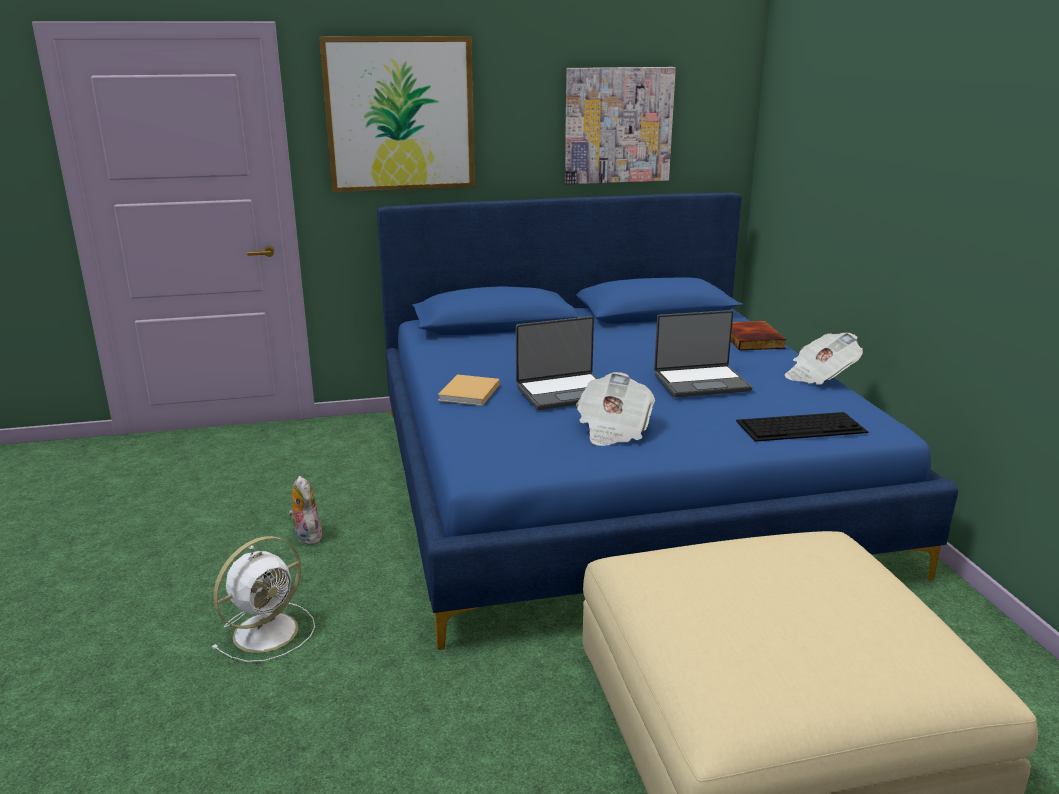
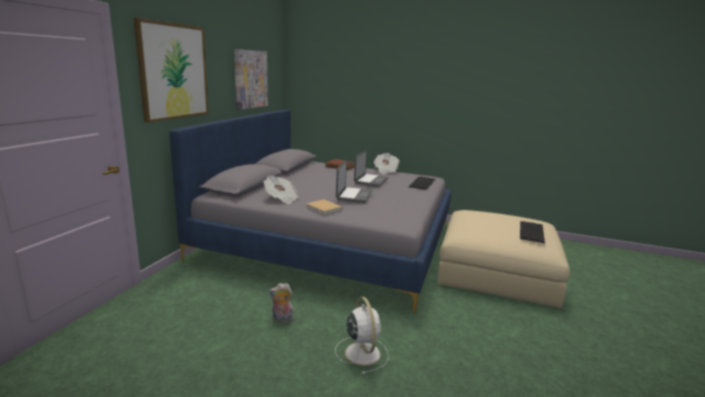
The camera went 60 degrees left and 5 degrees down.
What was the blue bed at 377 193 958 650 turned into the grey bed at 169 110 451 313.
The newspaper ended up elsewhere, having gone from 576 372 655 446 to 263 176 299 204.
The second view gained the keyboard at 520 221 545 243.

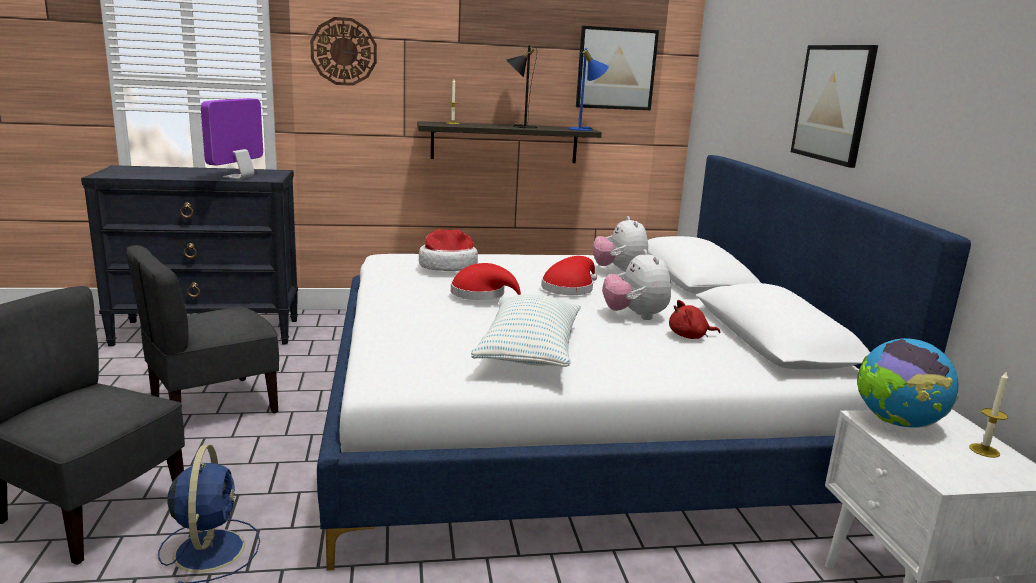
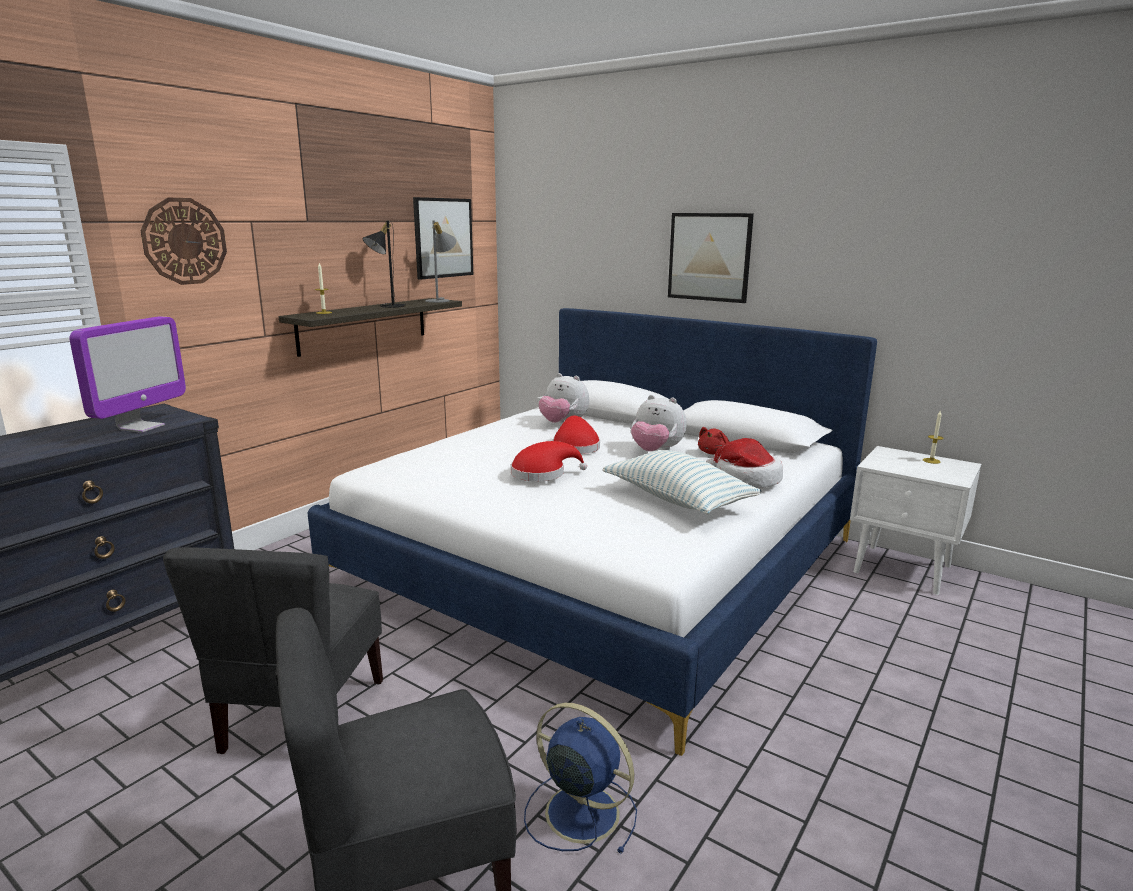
The camera went 45 degrees left and 0 degrees up.
What was the blue table lamp at 568 48 609 131 turned into the grey table lamp at 425 221 457 303.
The monitor at 201 98 263 179 ended up facing another way, 135 degrees counterclockwise from before.
The hat ended up elsewhere, having gone from 419 229 478 271 to 706 438 783 488.
The second view lost the globe at 857 338 959 428.

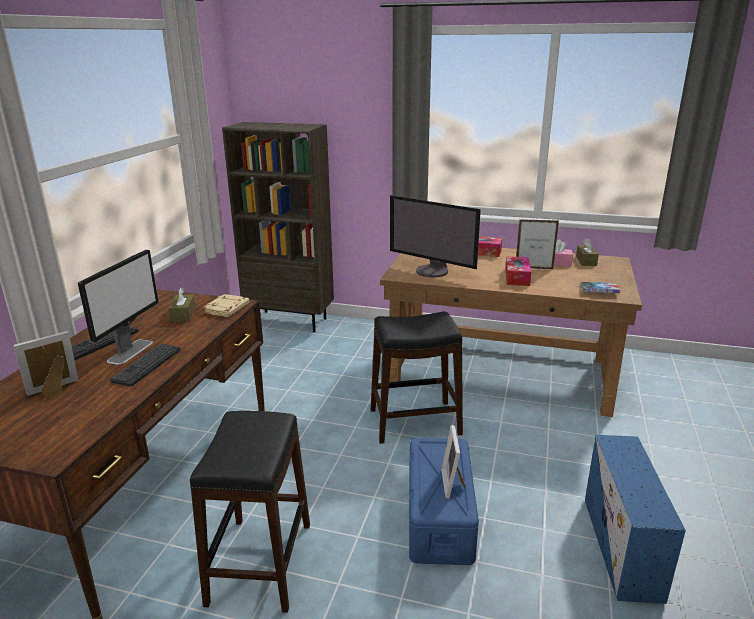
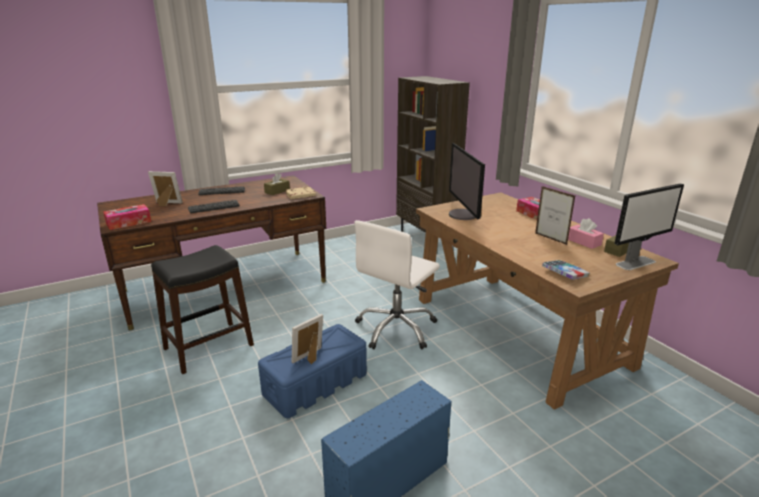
The camera went 45 degrees right and 0 degrees up.
The monitor ended up elsewhere, having gone from 78 250 159 365 to 614 183 684 270.
The tissue box ended up elsewhere, having gone from 505 256 531 286 to 103 204 151 230.
Where the black stool stood at 371 311 463 444, the white office chair came to stand at 354 220 440 349.

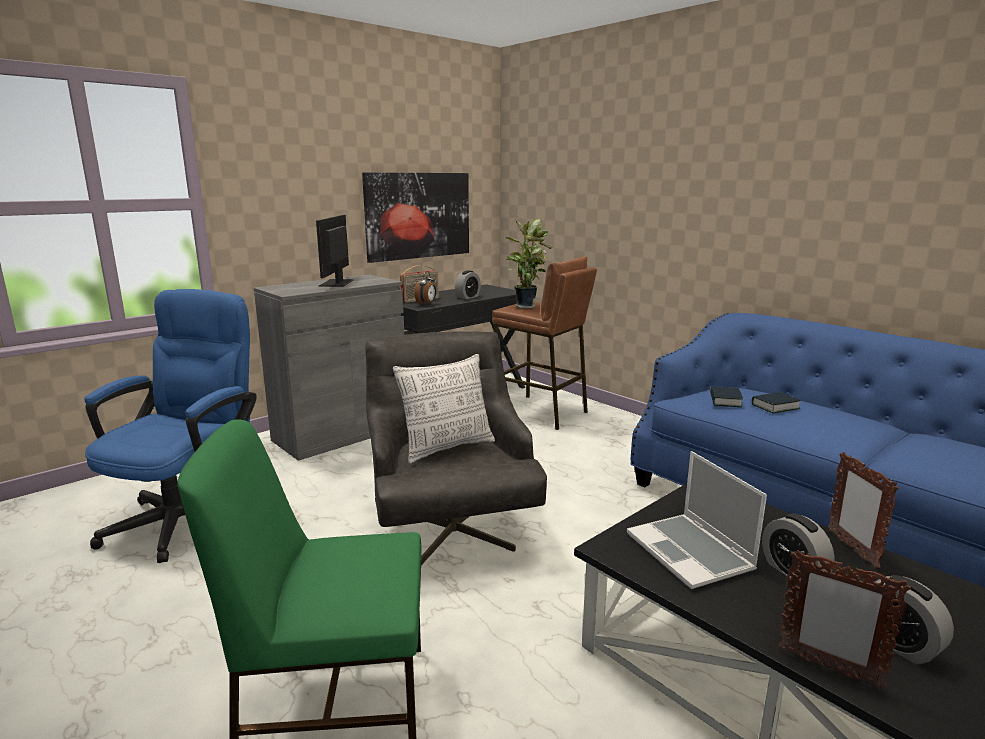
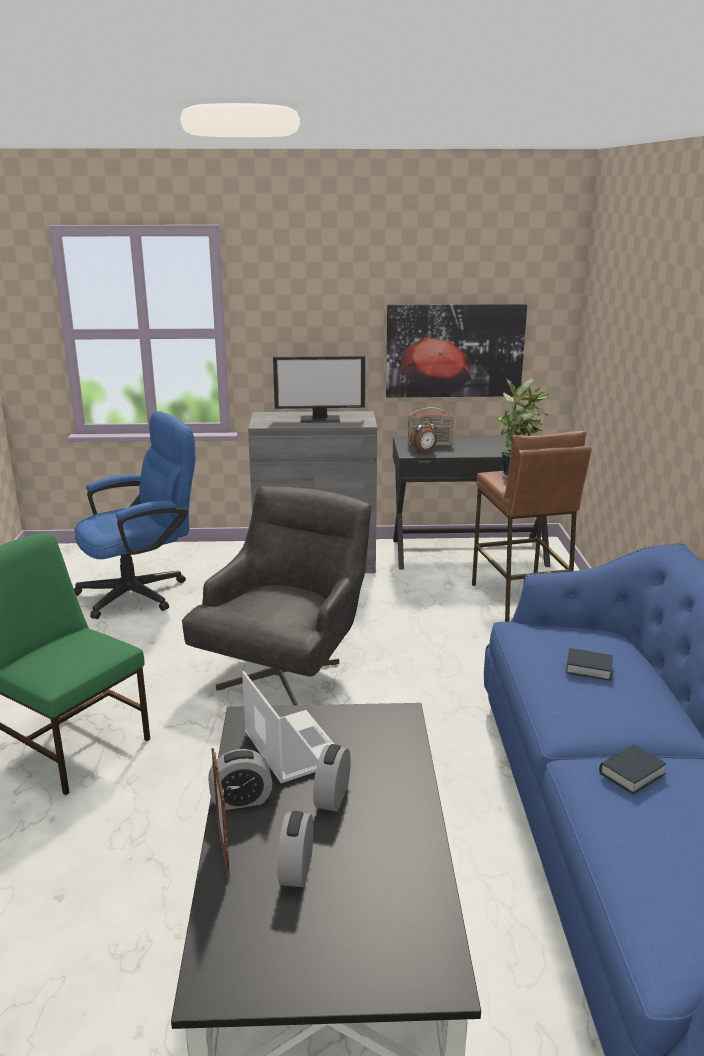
The camera went 40 degrees right and 5 degrees up.
The monitor at 316 215 354 287 ended up facing another way, 135 degrees counterclockwise from before.
The alarm clock ended up elsewhere, having gone from 455 270 481 299 to 208 749 273 810.
The second view lost the pillow at 393 354 495 463.
The book ended up elsewhere, having gone from 710 386 743 407 to 599 744 666 794.
The laptop at 627 451 767 589 ended up facing another way, 135 degrees clockwise from before.
The second view lost the picture frame at 828 452 899 569.

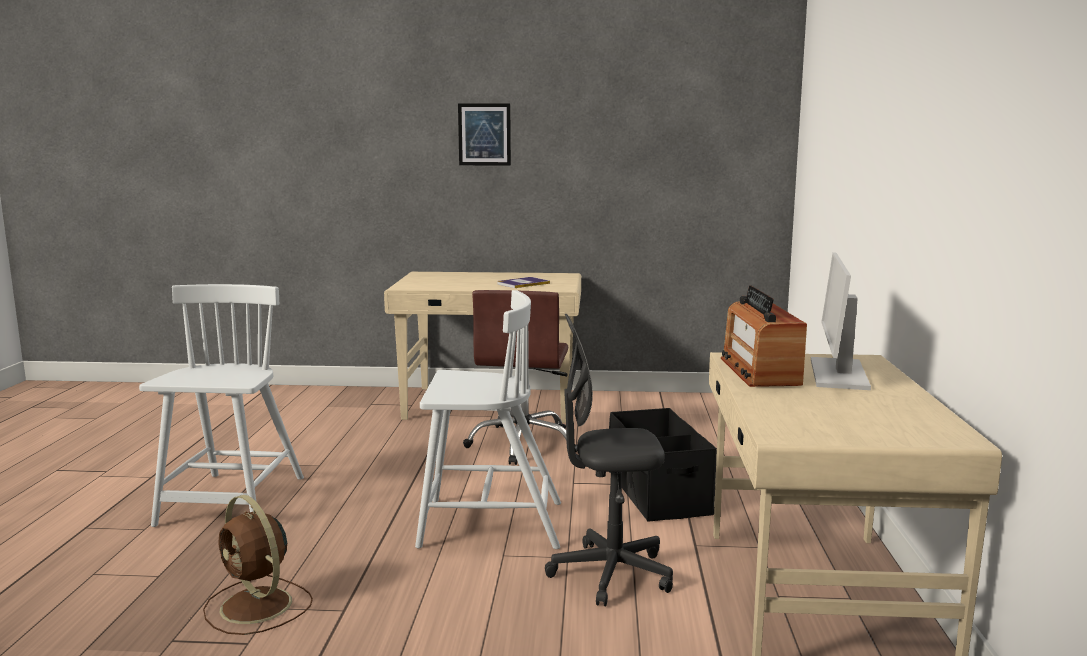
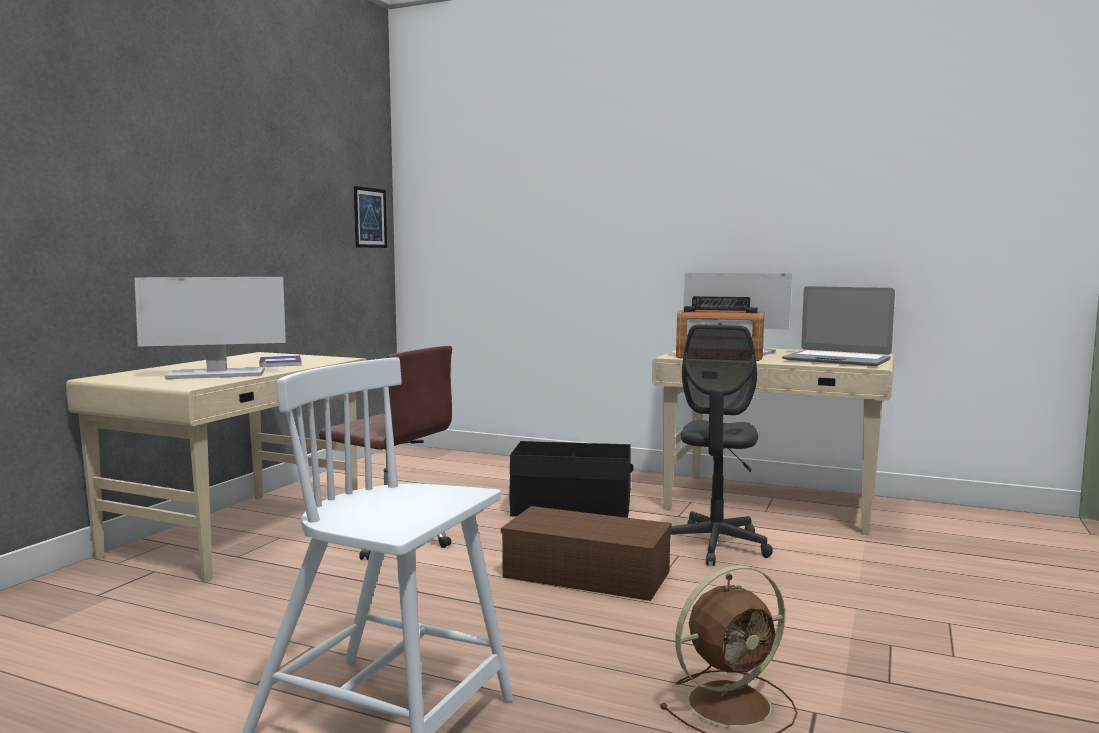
The camera went 70 degrees left and 5 degrees down.
The picture ended up elsewhere, having gone from 458 103 511 165 to 354 186 387 248.
Where the white chair stood at 415 290 561 549, the brown storage box came to stand at 501 506 672 601.
The second view gained the monitor at 134 277 286 379.
The second view gained the laptop at 782 286 895 366.

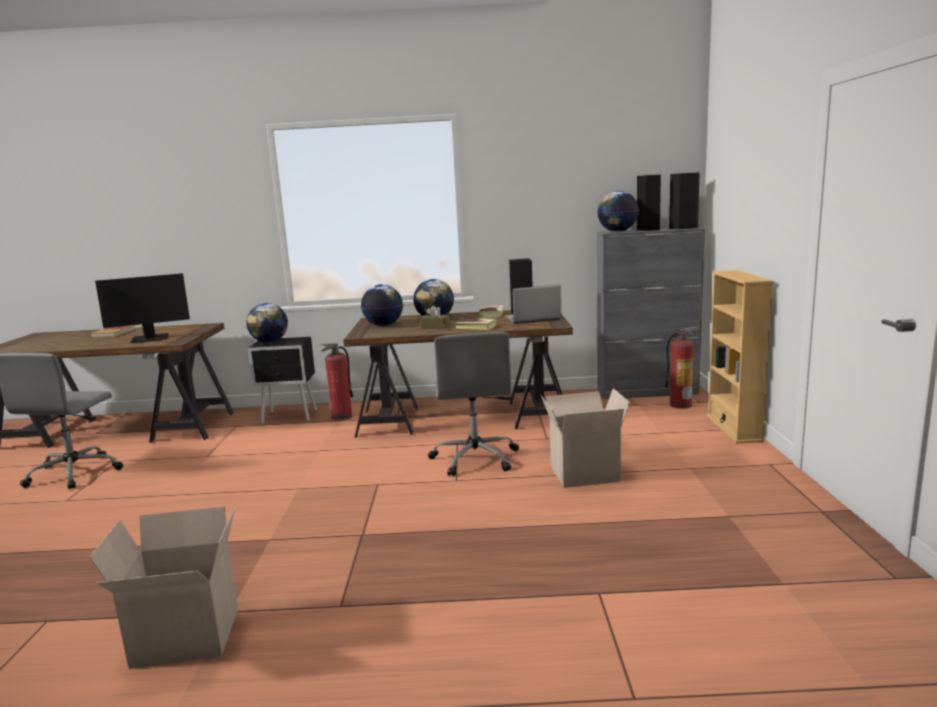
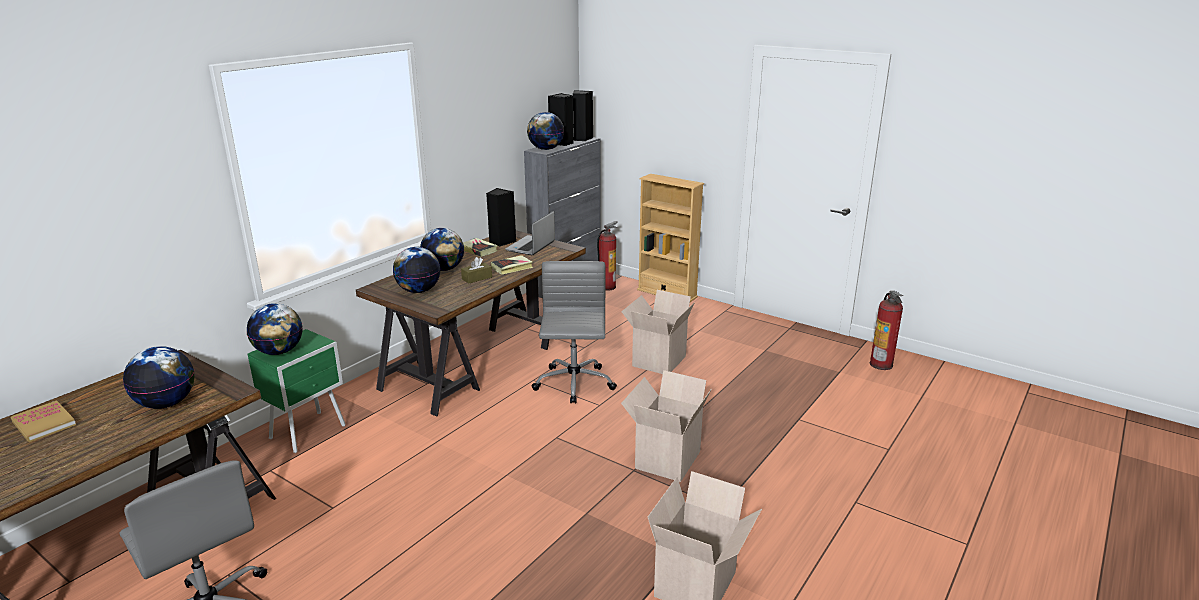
The camera went 55 degrees left and 10 degrees up.
Where the monitor stood at 95 273 190 343, the globe came to stand at 123 346 195 409.
The grey office chair at 428 332 519 476 ended up facing another way, 120 degrees counterclockwise from before.
What was the black nightstand at 248 337 317 424 turned into the green nightstand at 247 329 345 453.
The fire extinguisher ended up elsewhere, having gone from 321 343 354 421 to 870 291 903 370.
The second view gained the cardboard box at 621 370 712 482.

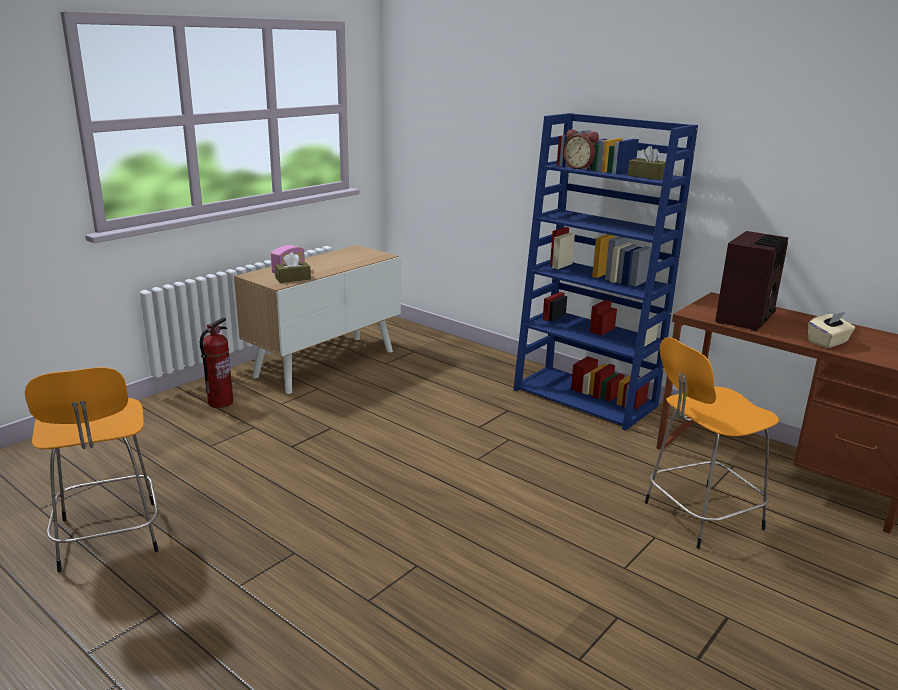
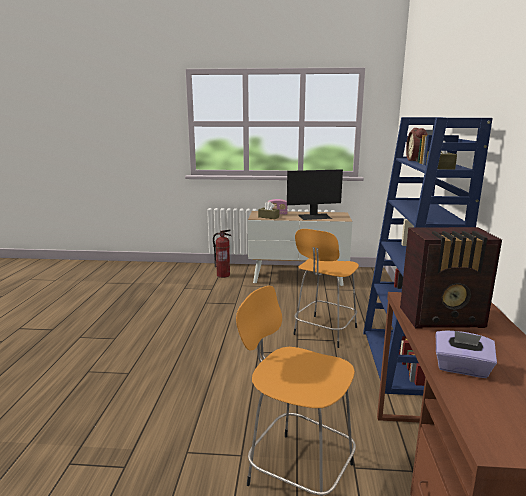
The camera went 55 degrees right and 5 degrees down.
What was the beige tissue box at 808 312 855 348 turned into the purple tissue box at 436 330 497 378.
The orange stool ended up elsewhere, having gone from 25 367 159 572 to 293 229 359 348.
The second view gained the monitor at 287 169 343 220.

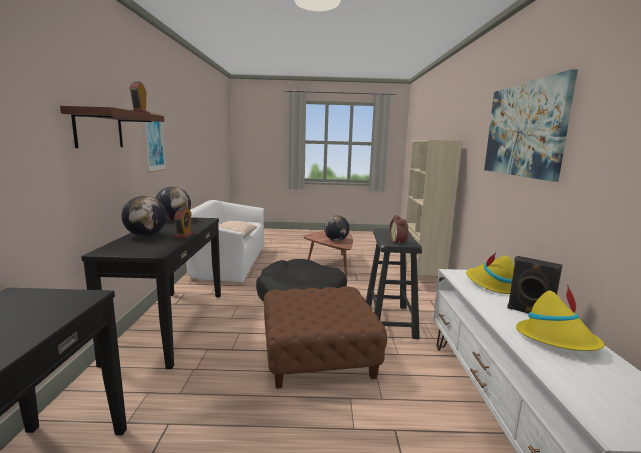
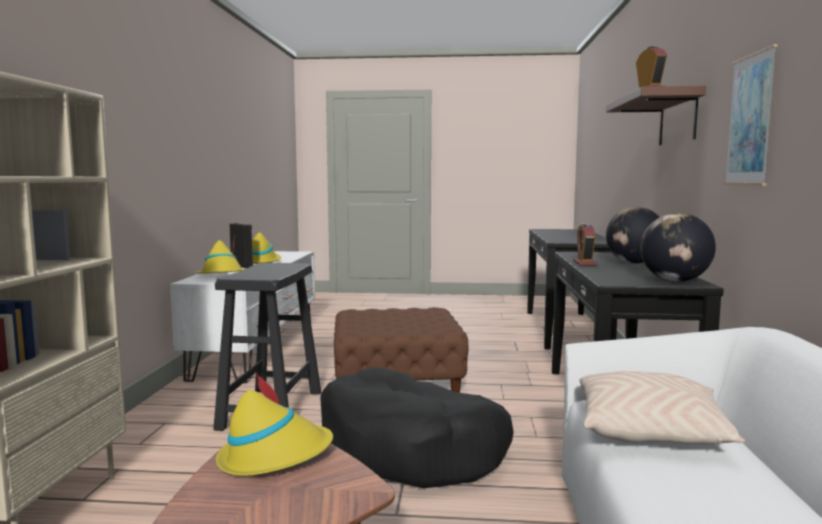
The camera went 175 degrees left and 5 degrees down.
The second view lost the picture at 484 69 578 182.
Where the globe stood at 324 215 350 241, the yellow hat came to stand at 216 372 333 476.
The second view lost the alarm clock at 389 215 408 245.

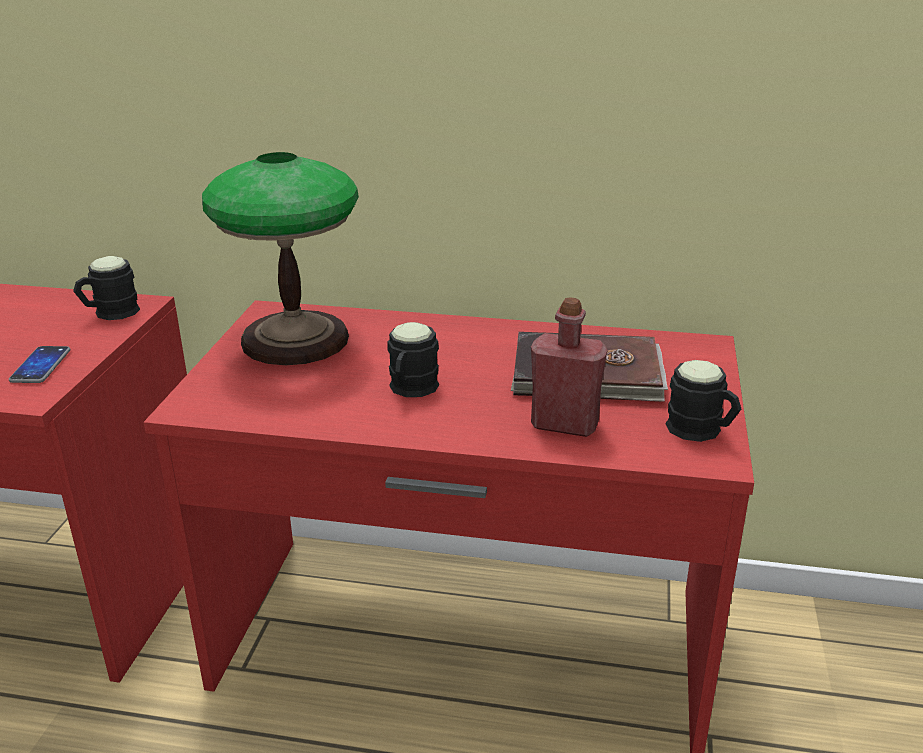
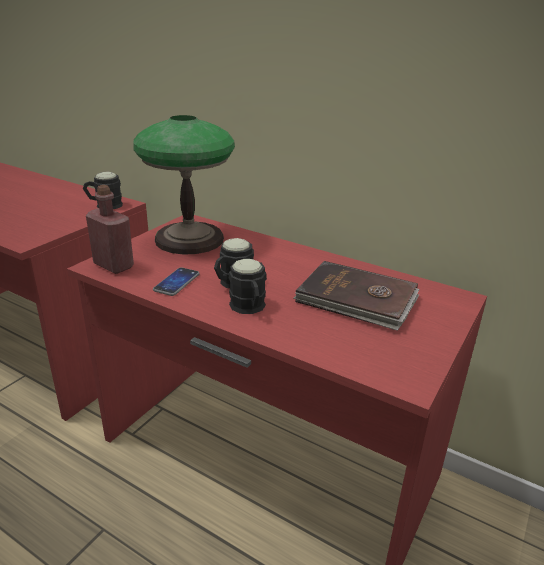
The camera went 20 degrees right and 0 degrees up.
The red bottle ended up elsewhere, having gone from 531 297 607 437 to 86 185 134 274.
The phone ended up elsewhere, having gone from 9 346 70 383 to 153 267 200 296.
The black mug ended up elsewhere, having gone from 665 360 741 442 to 229 259 267 314.

